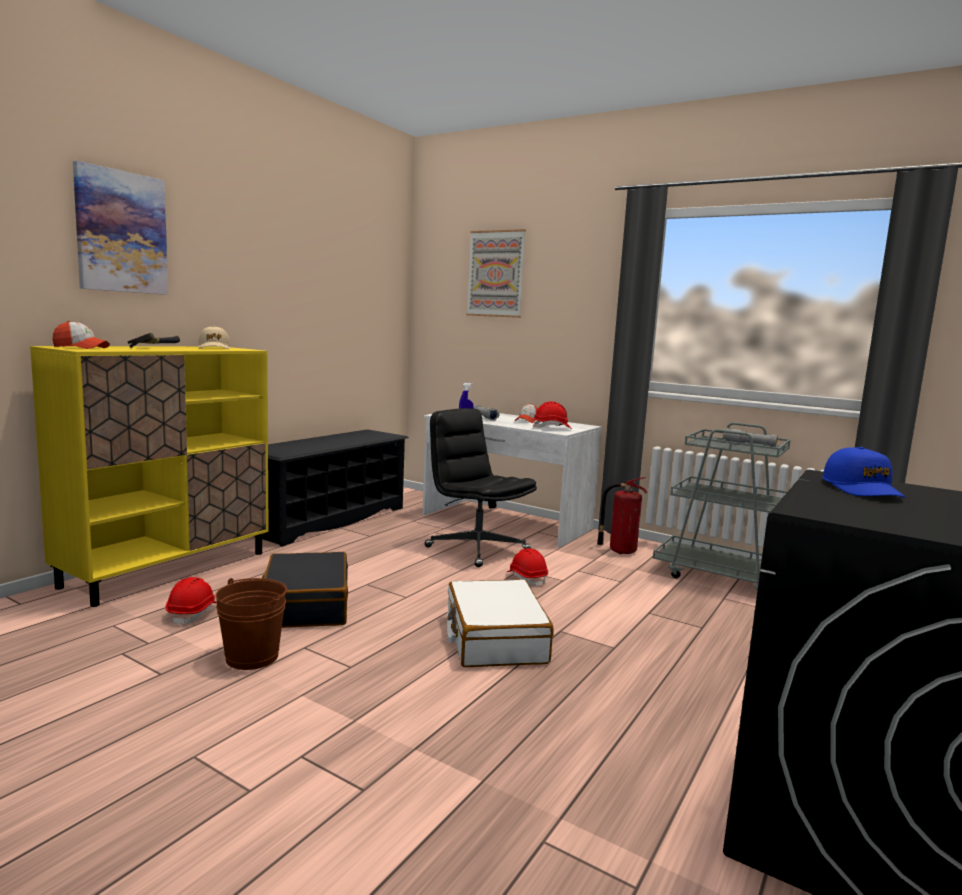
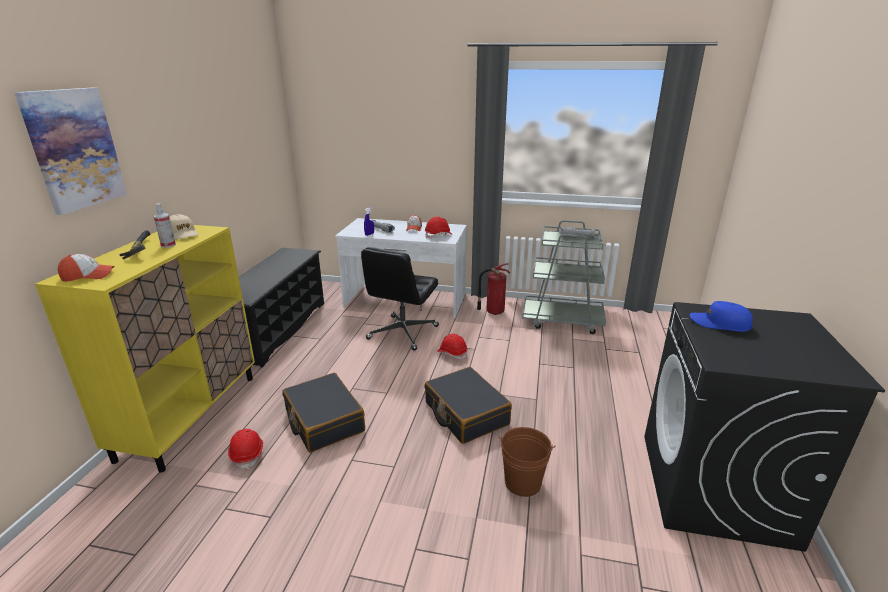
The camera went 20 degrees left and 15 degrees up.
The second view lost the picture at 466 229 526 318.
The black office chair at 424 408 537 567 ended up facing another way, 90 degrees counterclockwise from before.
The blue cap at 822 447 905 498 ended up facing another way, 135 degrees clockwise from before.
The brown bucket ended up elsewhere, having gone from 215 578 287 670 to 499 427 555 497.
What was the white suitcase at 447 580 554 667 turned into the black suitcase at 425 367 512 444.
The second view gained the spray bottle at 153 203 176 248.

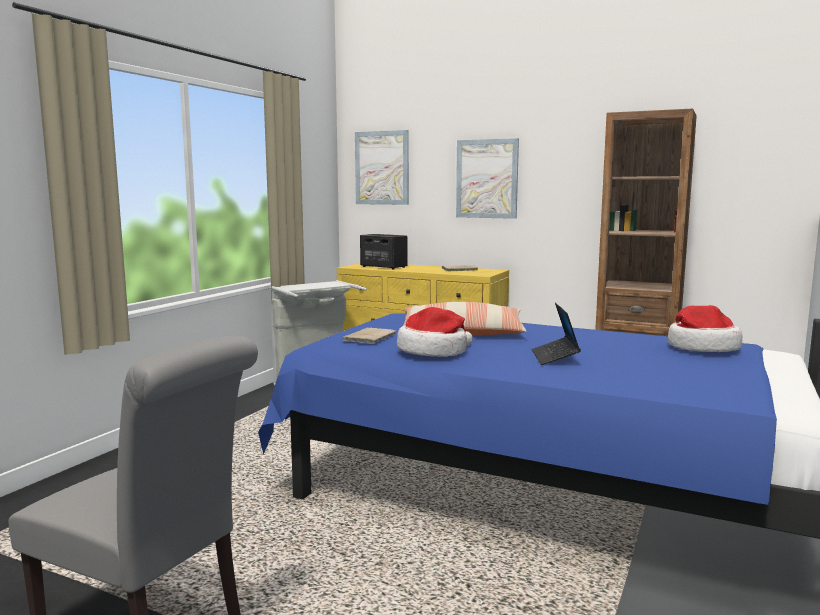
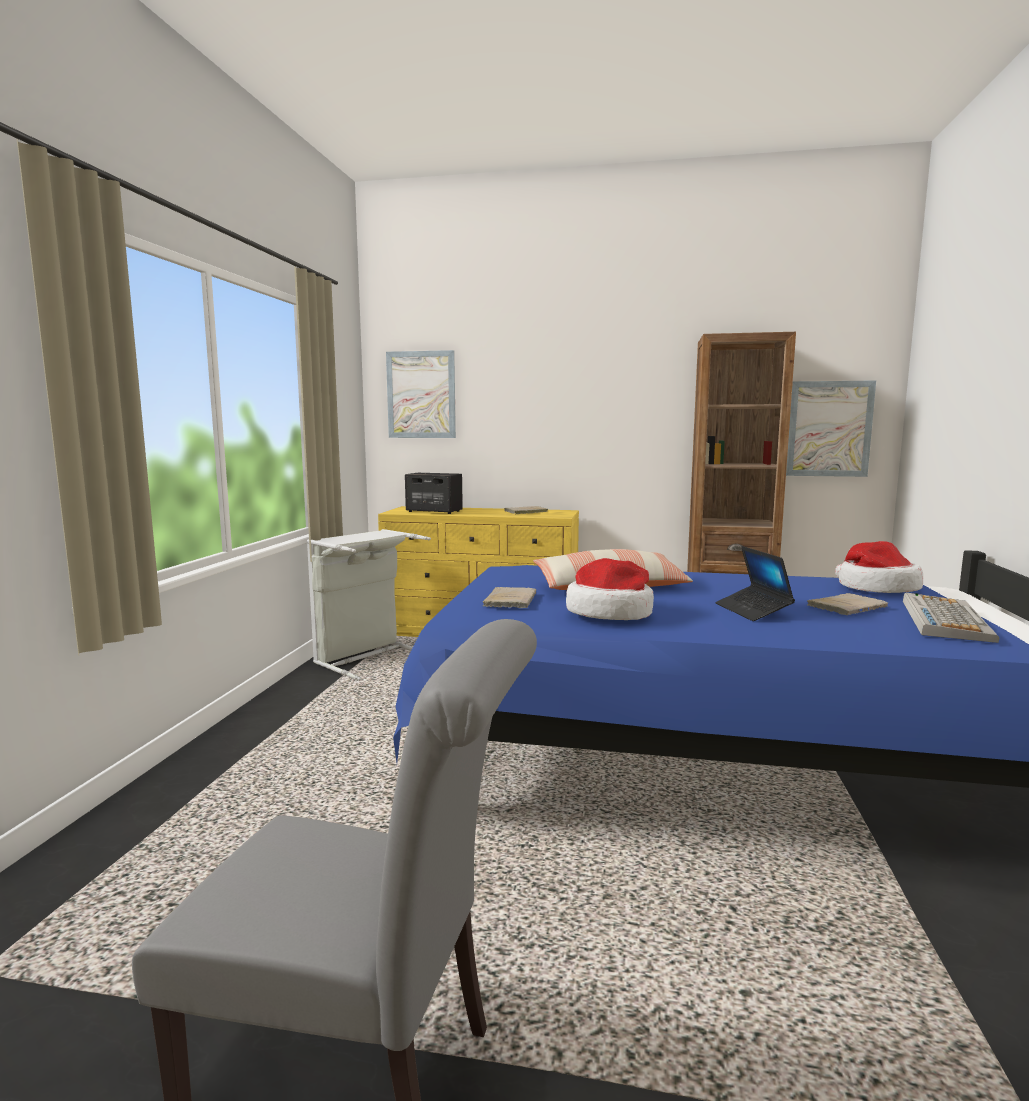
The camera went 15 degrees left and 0 degrees up.
The picture ended up elsewhere, having gone from 456 138 519 219 to 786 380 876 477.
The second view gained the beige book at 807 593 888 615.
The second view gained the keyboard at 903 593 1000 643.

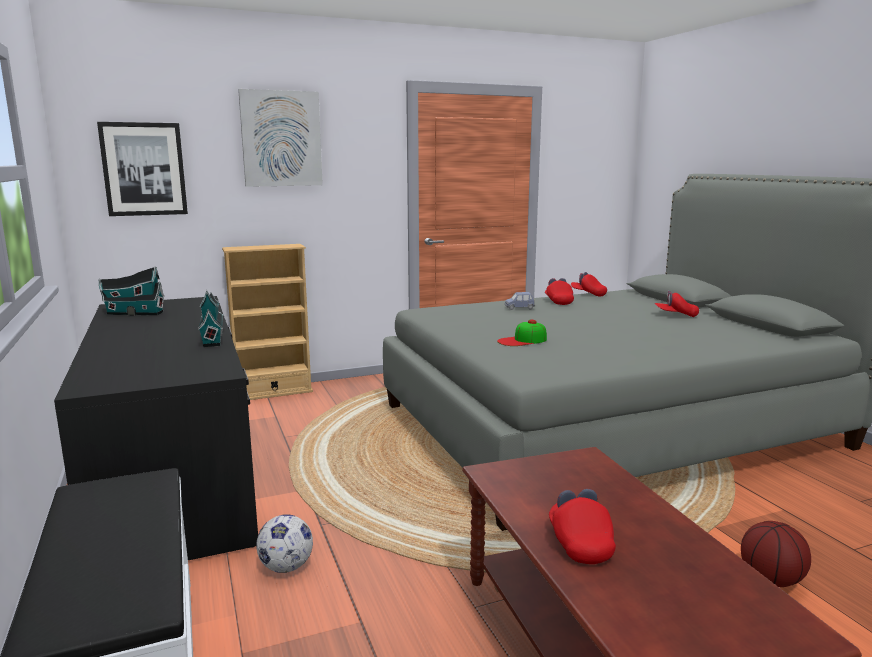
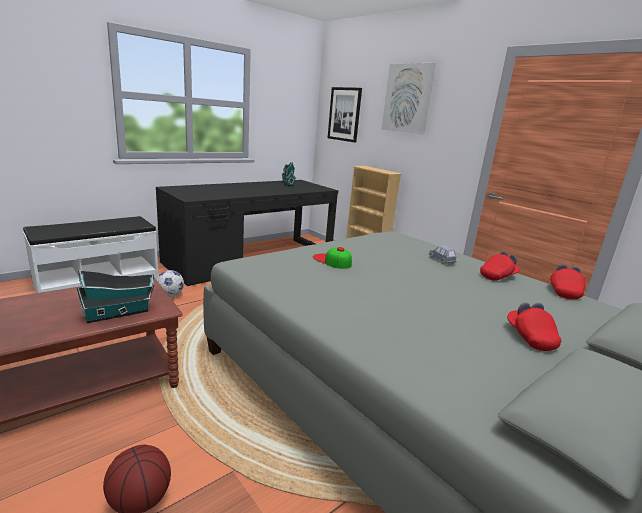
The camera went 70 degrees right and 5 degrees up.
The toy house ended up elsewhere, having gone from 198 290 223 347 to 76 270 154 324.
The second view lost the red cap at 549 489 616 564.

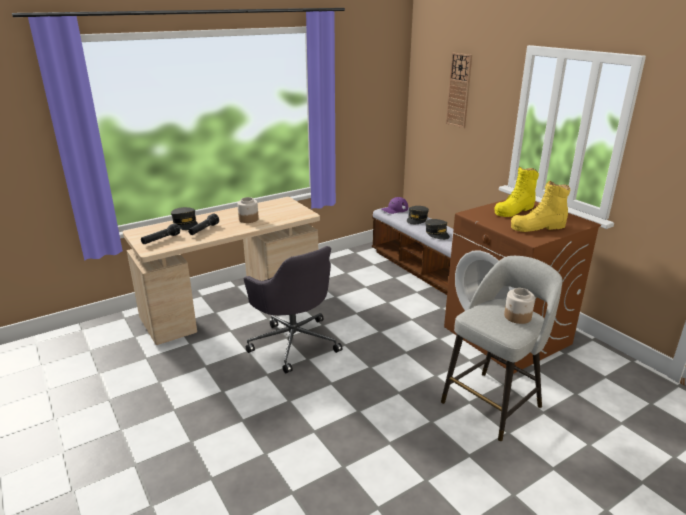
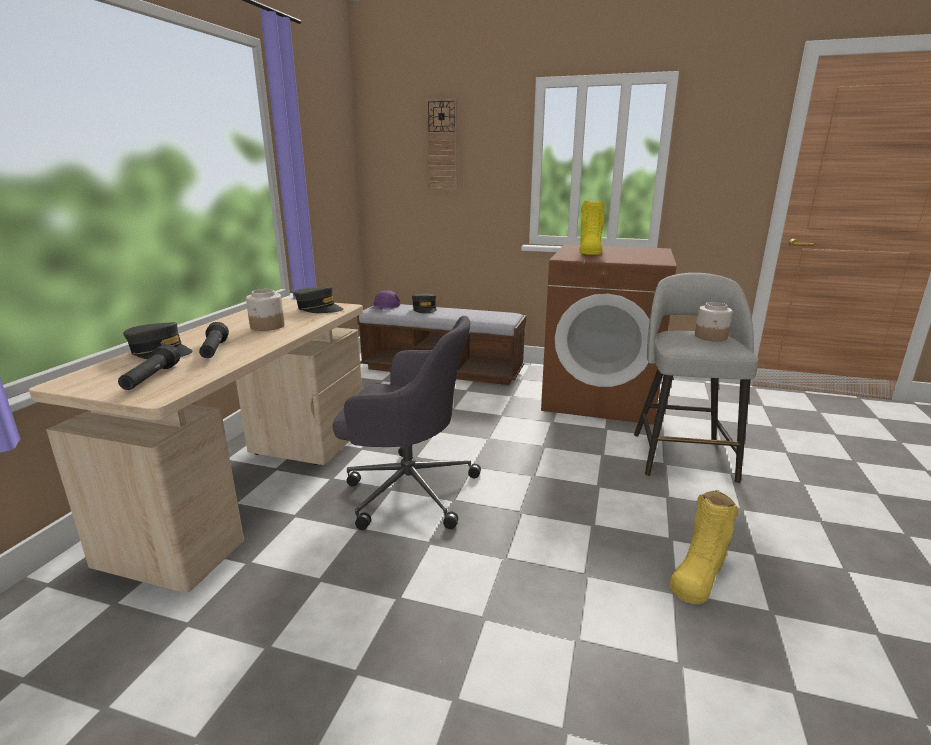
The camera went 40 degrees left and 5 degrees down.
The yellow boot ended up elsewhere, having gone from 511 181 571 232 to 670 490 738 604.
The grey cap ended up elsewhere, having gone from 425 219 450 240 to 294 286 344 313.

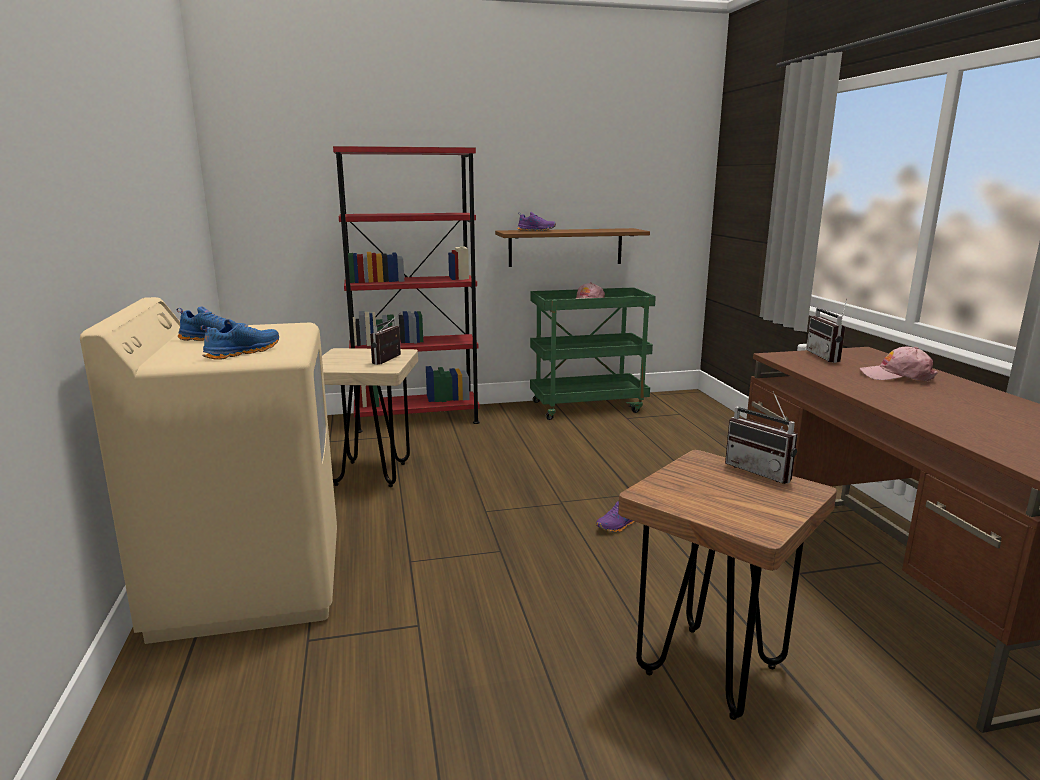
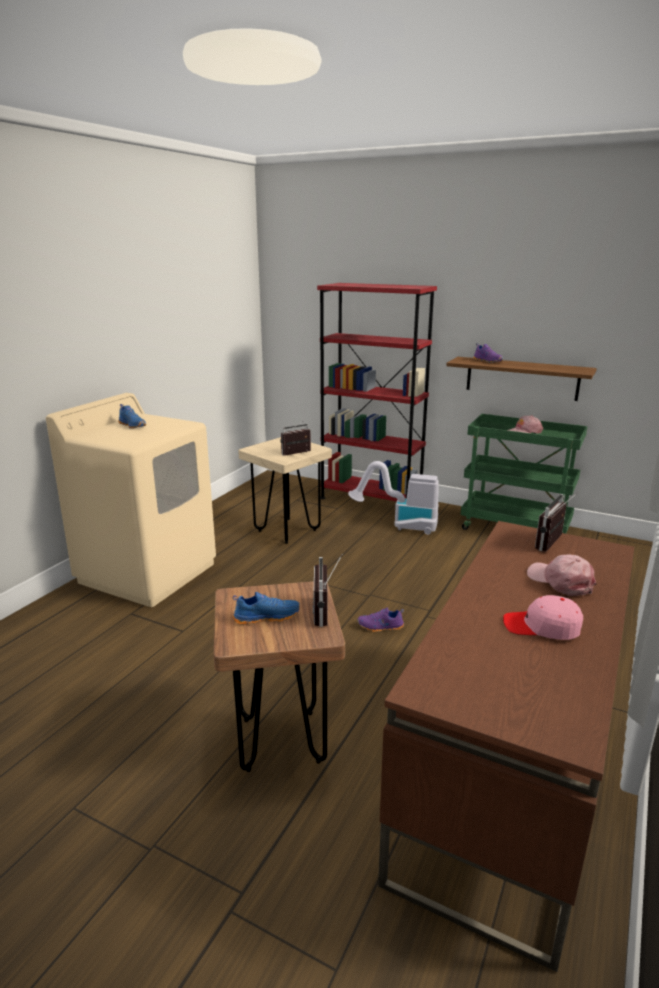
The camera went 40 degrees right and 5 degrees up.
The blue shoe ended up elsewhere, having gone from 200 319 279 360 to 233 592 300 625.
The second view gained the vacuum cleaner at 348 461 439 535.
The second view gained the pink cap at 503 595 583 640.

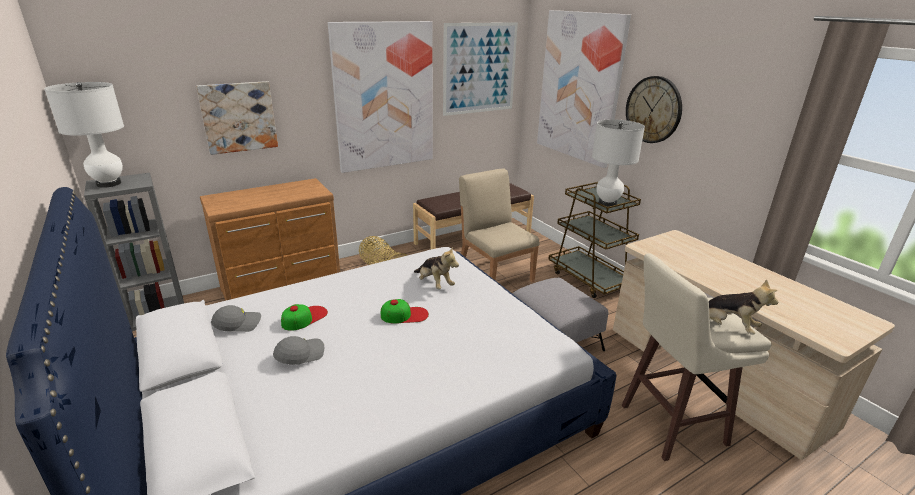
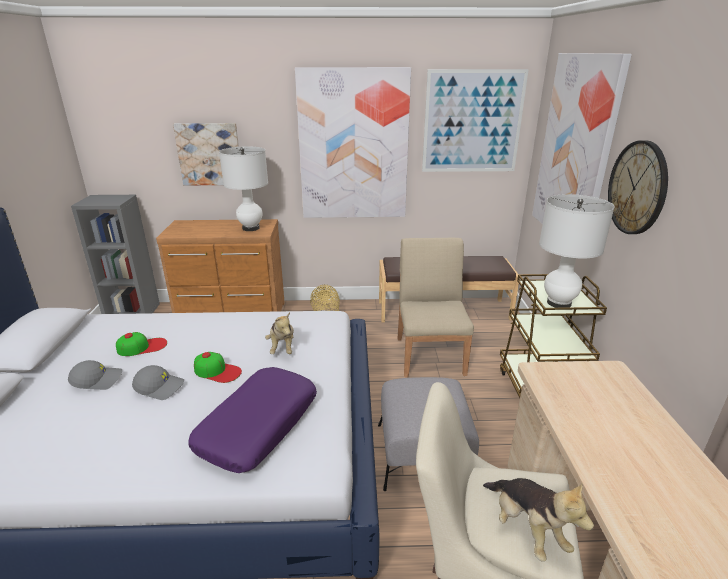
The camera went 30 degrees right and 0 degrees up.
The white table lamp ended up elsewhere, having gone from 44 82 124 188 to 219 146 268 231.
The grey cap ended up elsewhere, having gone from 211 305 261 332 to 132 365 184 400.
The second view gained the purple pillow at 188 367 317 473.

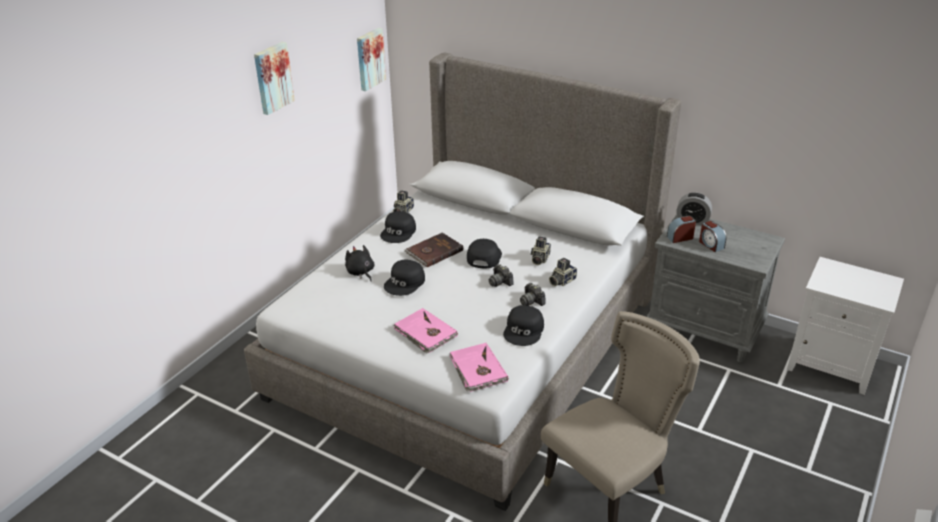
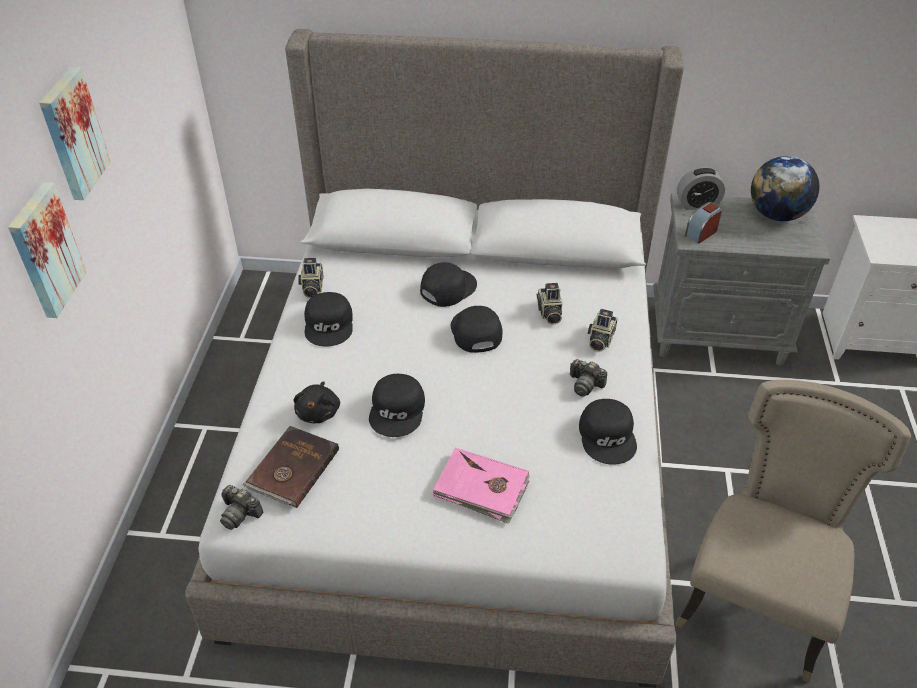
The camera went 25 degrees left and 10 degrees up.
The picture ended up elsewhere, having gone from 357 28 386 91 to 8 182 87 318.
The second view lost the alarm clock at 699 221 727 252.
The brown book ended up elsewhere, having gone from 405 233 463 267 to 242 426 339 508.
The black plush toy at 345 245 375 282 ended up facing another way, 120 degrees counterclockwise from before.
The photo camera ended up elsewhere, having gone from 489 264 514 287 to 220 485 263 530.
The second view lost the pink book at 449 343 508 392.
The second view gained the globe at 751 156 819 221.
The second view gained the black cap at 420 262 477 307.

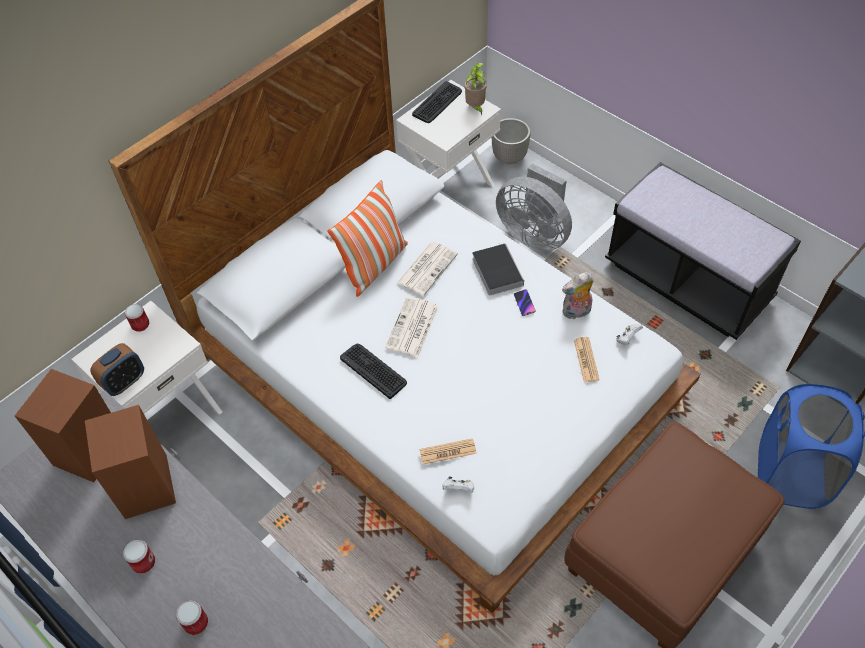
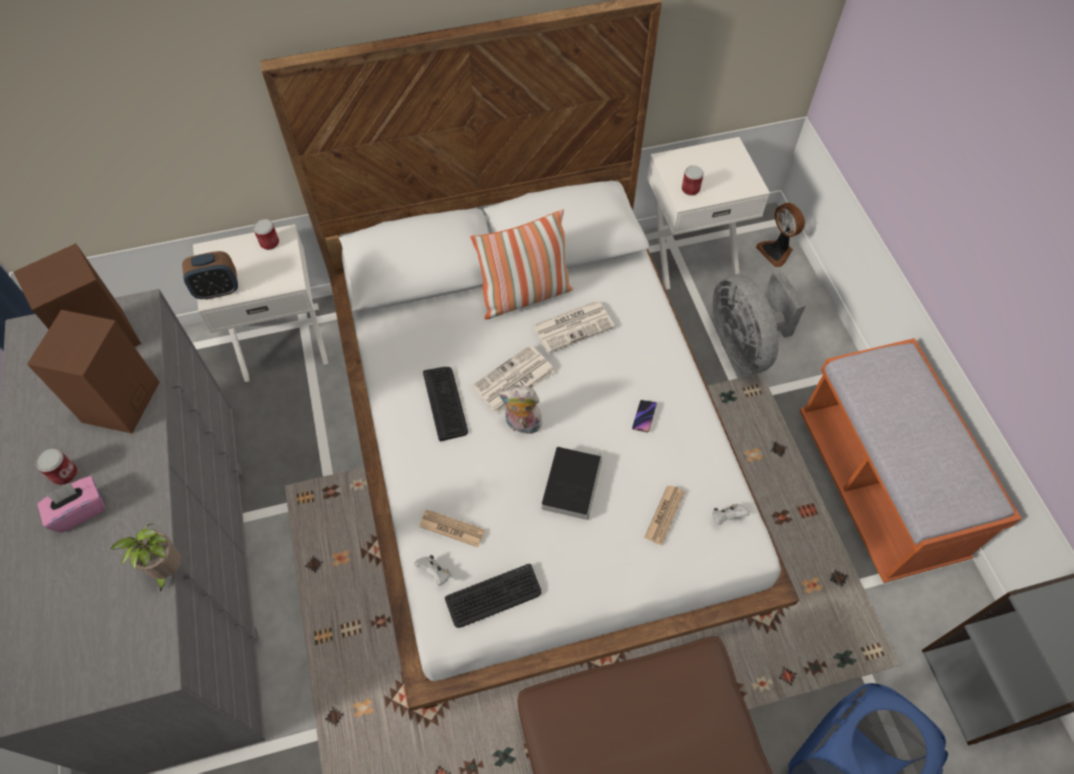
The camera went 30 degrees right and 5 degrees up.
The potted plant ended up elsewhere, having gone from 464 63 487 116 to 110 524 181 592.
The keyboard ended up elsewhere, having gone from 412 81 462 123 to 445 564 541 628.
Where the planter stood at 492 118 530 164, the fan came to stand at 756 202 805 267.
What was the black bench at 605 162 801 340 turned into the orange bench at 800 338 1022 583.
The book ended up elsewhere, having gone from 472 243 524 295 to 542 447 602 520.
The plush toy ended up elsewhere, having gone from 562 272 594 319 to 498 386 545 434.
The can ended up elsewhere, having gone from 176 600 208 635 to 682 165 704 196.
The second view gained the pink tissue box at 37 476 105 533.

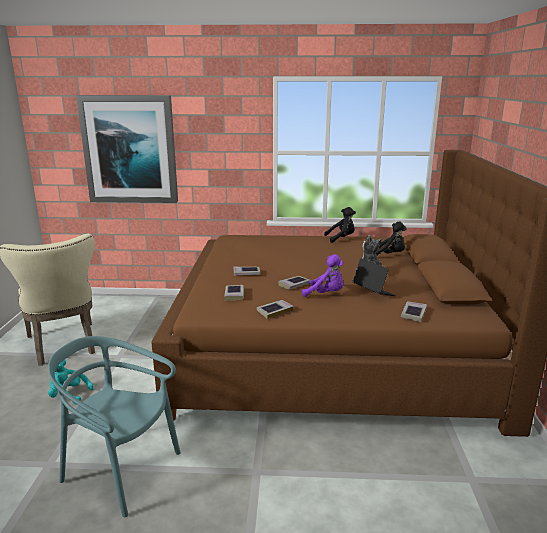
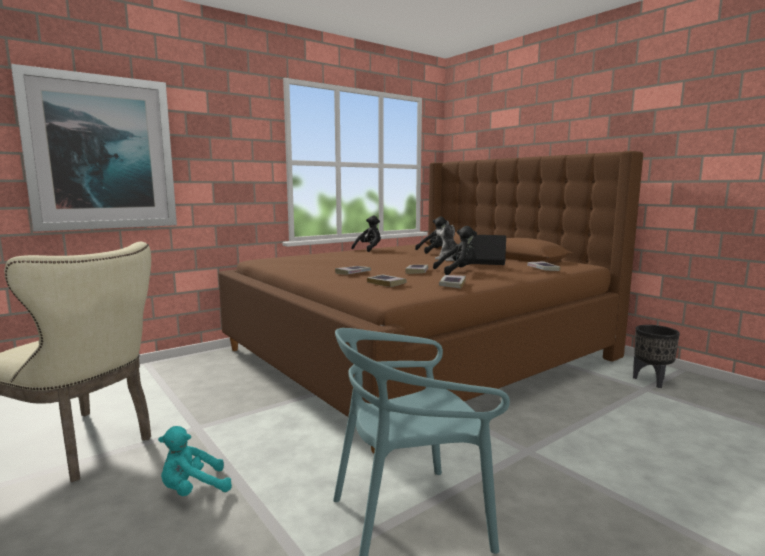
The camera went 40 degrees left and 10 degrees down.
What was the purple plush toy at 302 254 343 297 turned into the black plush toy at 433 226 477 275.
The second view gained the black planter at 633 325 680 388.

